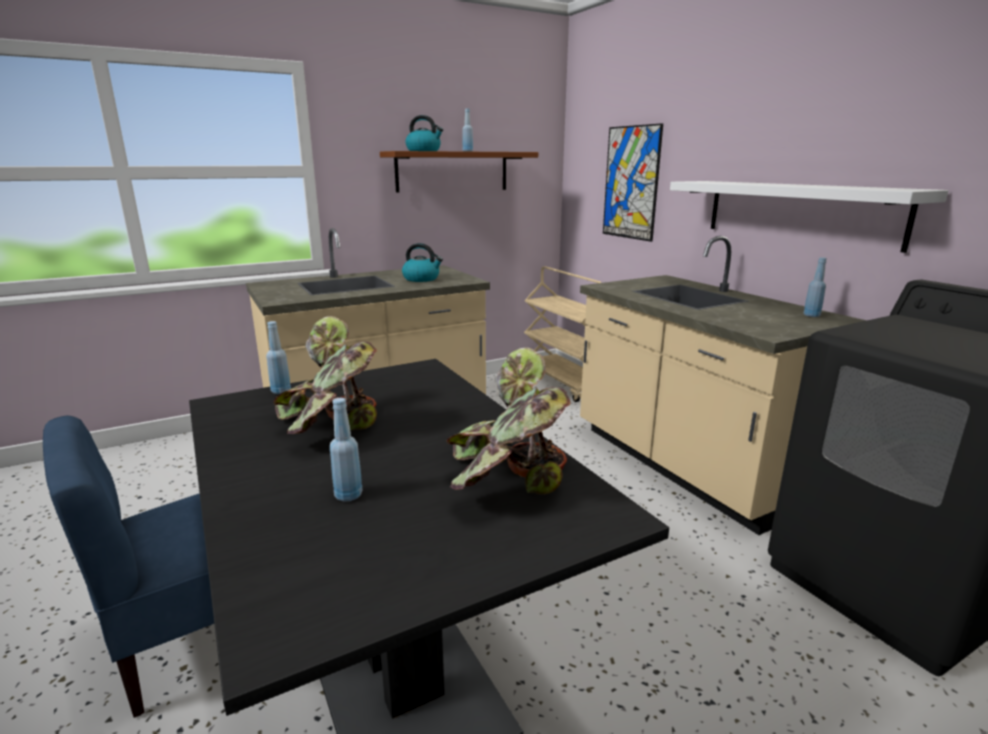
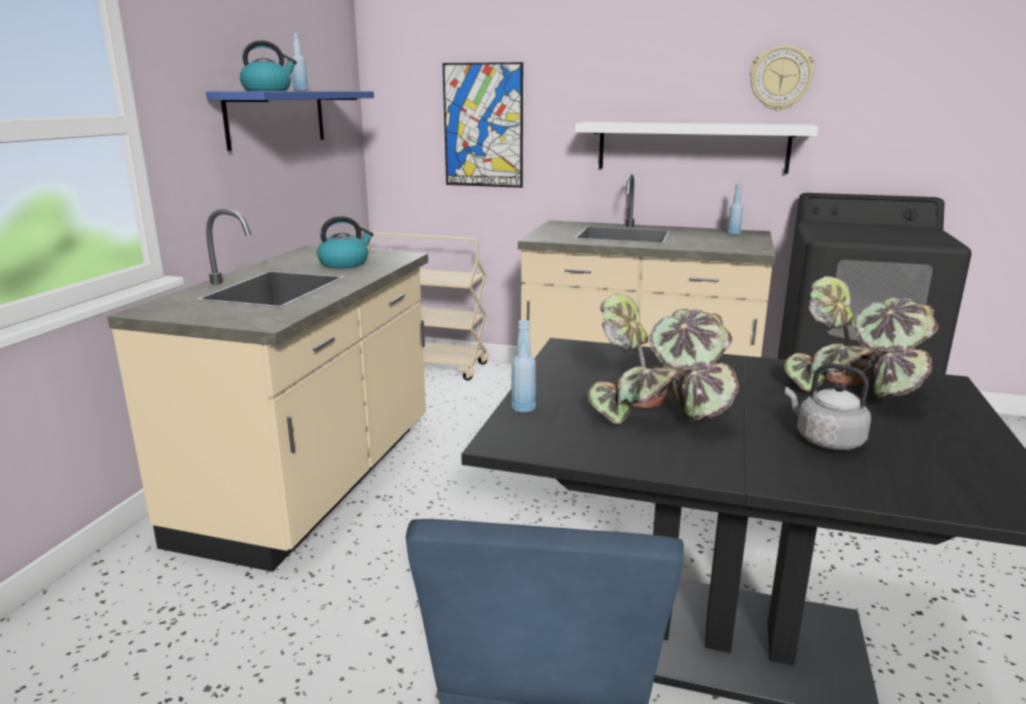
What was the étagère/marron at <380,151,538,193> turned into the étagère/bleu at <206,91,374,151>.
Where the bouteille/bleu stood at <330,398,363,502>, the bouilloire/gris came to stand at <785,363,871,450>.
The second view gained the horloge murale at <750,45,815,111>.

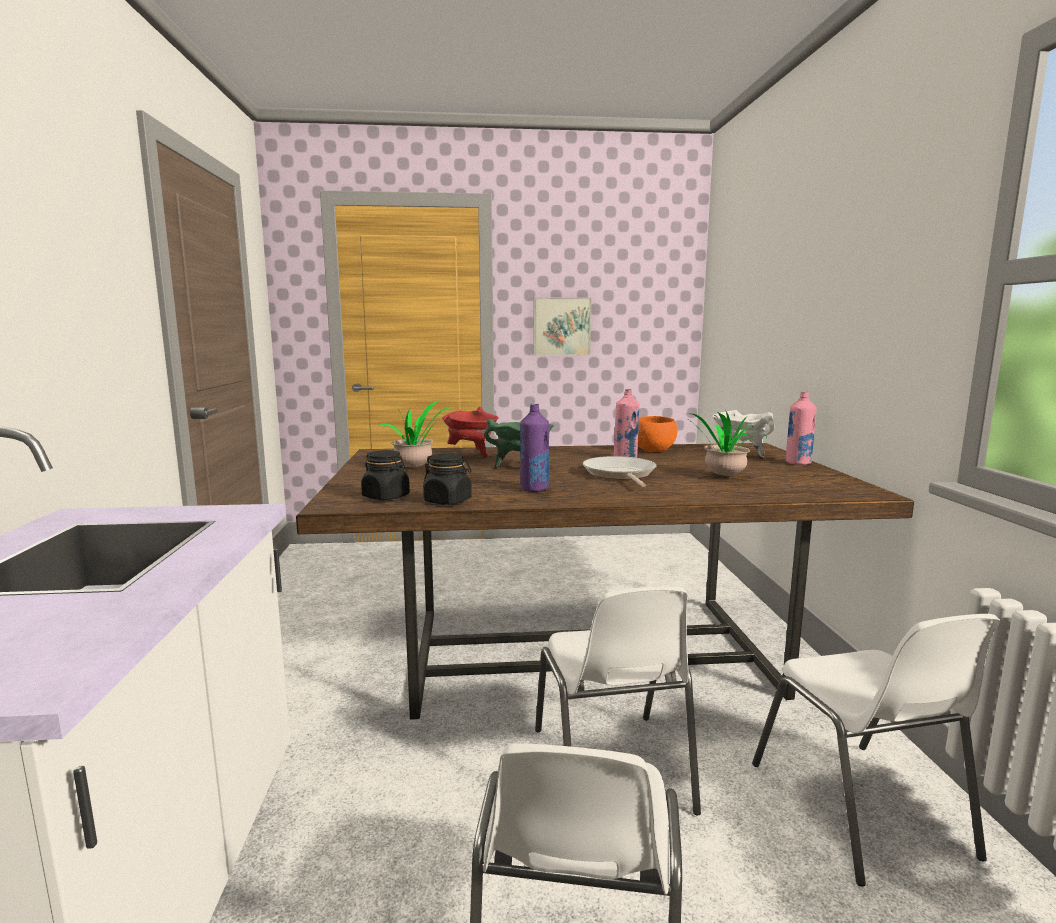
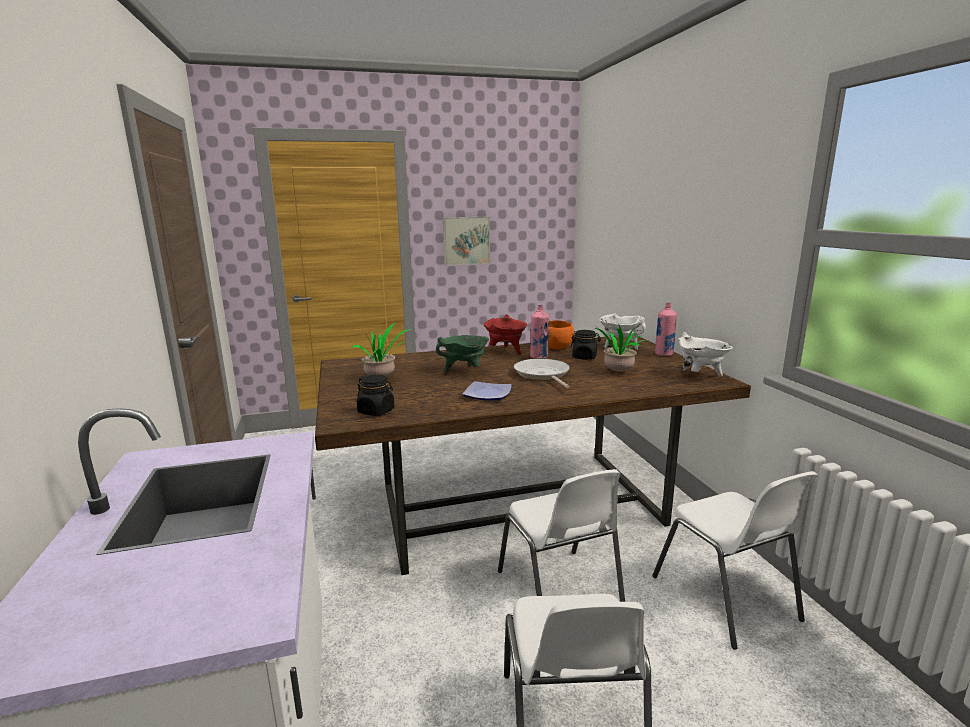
Where the bouteille/violet stood at <520,404,549,492>, the assiette came to stand at <462,381,512,400>.
The marmite/rouge ended up elsewhere, having gone from <442,407,499,457> to <484,314,527,354>.
The bocal/noir ended up elsewhere, having gone from <423,453,472,505> to <570,330,601,360>.
The second view gained the marmite/blanc at <678,332,733,377>.

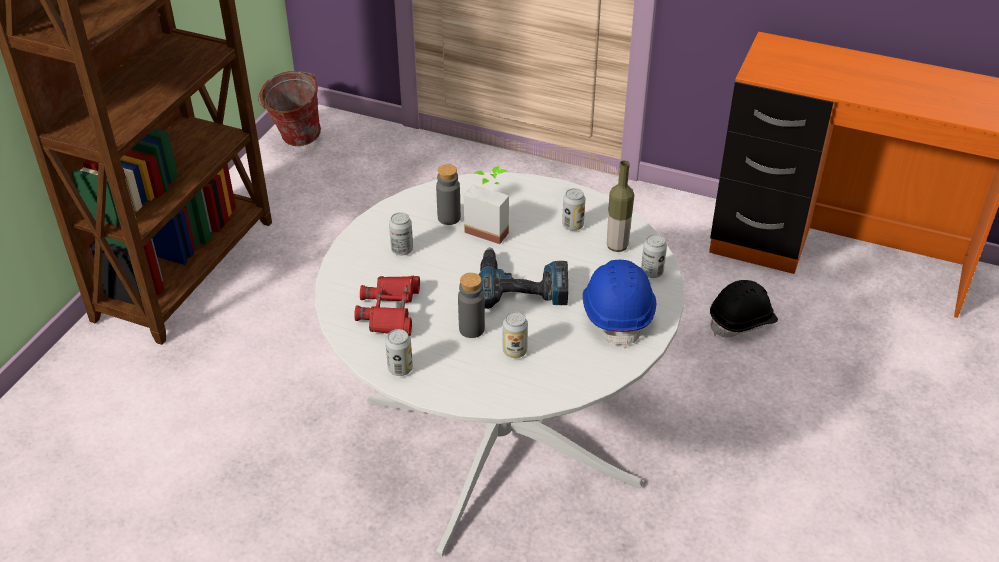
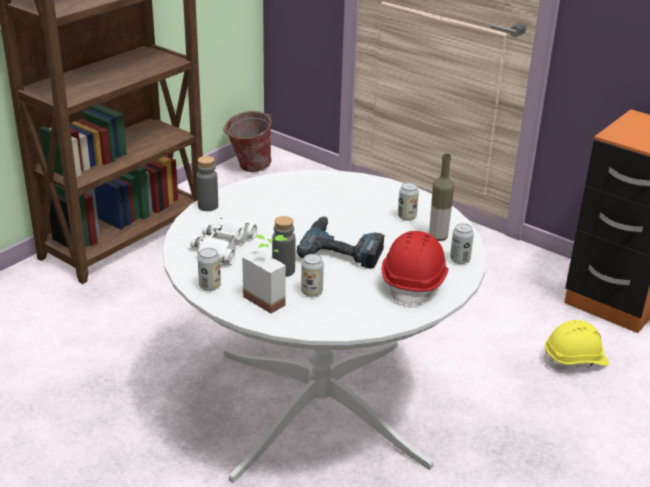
The bouteille/gris ended up elsewhere, having gone from <436,164,461,225> to <196,156,218,211>.
The plante en pot ended up elsewhere, having gone from <464,166,509,244> to <242,235,288,314>.
The second view lost the boîte métallique at <389,212,413,255>.
What was the casque de chantier/bleu at <583,260,656,348> turned into the casque de chantier/rouge at <382,231,449,308>.
What was the jumelles/rouge at <354,276,420,336> turned into the jumelles/blanc at <190,218,257,265>.
What was the casque de chantier/noir at <710,280,778,337> turned into the casque de chantier/jaune at <544,320,609,369>.

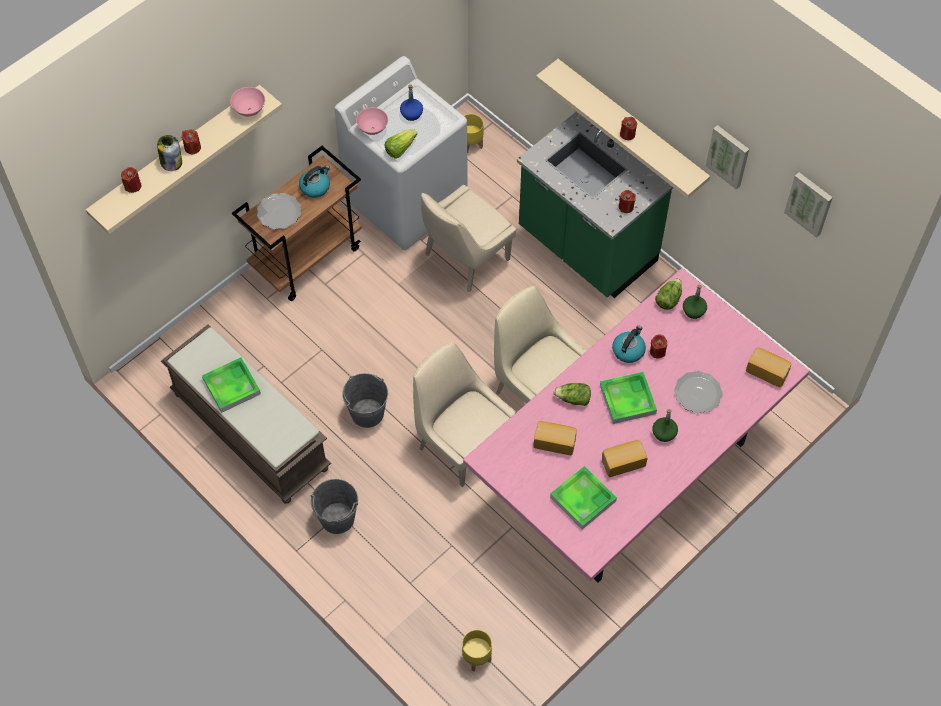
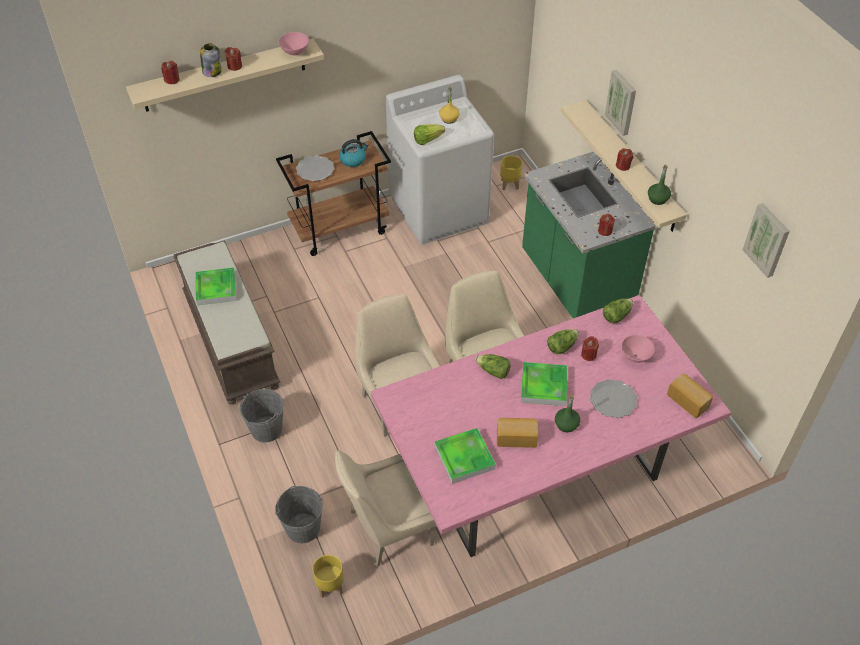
What was the bouteille/bleu at <400,84,423,121> turned into the bouteille/jaune at <439,86,460,124>.
The bol/rose ended up elsewhere, having gone from <356,108,388,135> to <621,335,655,363>.
The tableau ended up elsewhere, having gone from <706,125,749,190> to <605,70,636,136>.
The chaise/beige ended up elsewhere, having gone from <421,185,516,292> to <335,450,436,568>.
The bouteille/vert ended up elsewhere, having gone from <683,284,707,319> to <648,165,671,205>.
Where the bouilloire stood at <612,325,646,363>, the laitue came to stand at <547,329,579,354>.
The seau/gris ended up elsewhere, having gone from <342,373,388,428> to <275,486,323,543>.
The second view lost the pain at <533,421,577,455>.

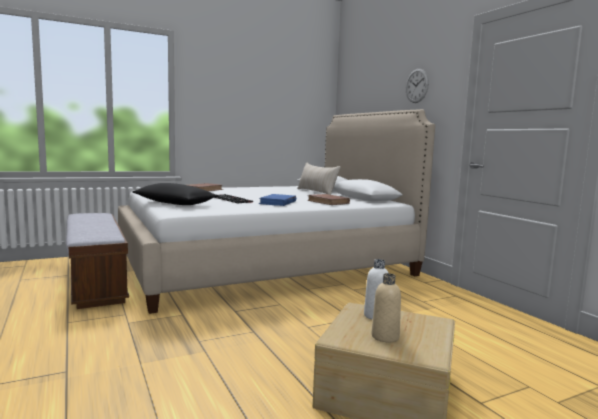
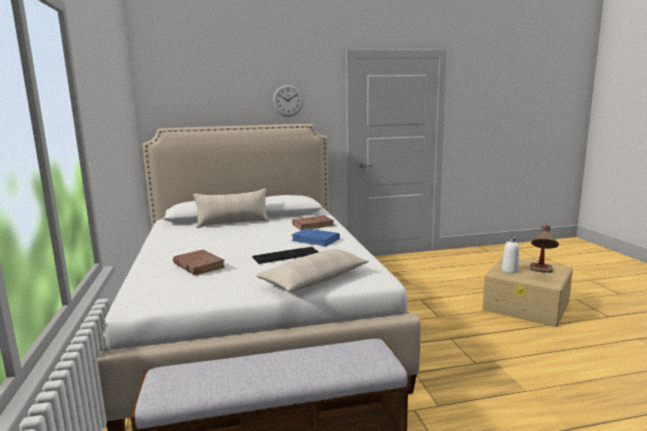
What was the coussin/noir at <132,183,218,205> turned into the coussin/beige at <256,249,369,291>.
Where the bouteille/beige stood at <372,273,401,342>, the lampe de table came to stand at <530,225,559,273>.

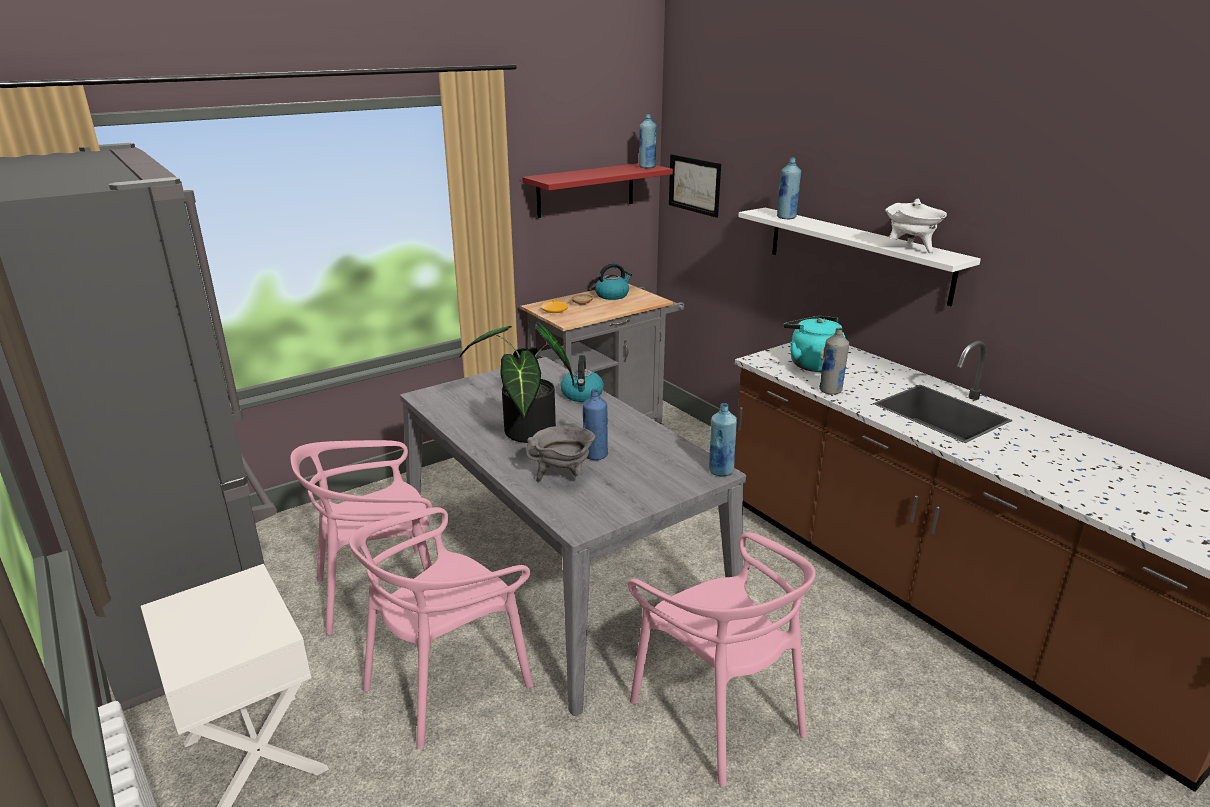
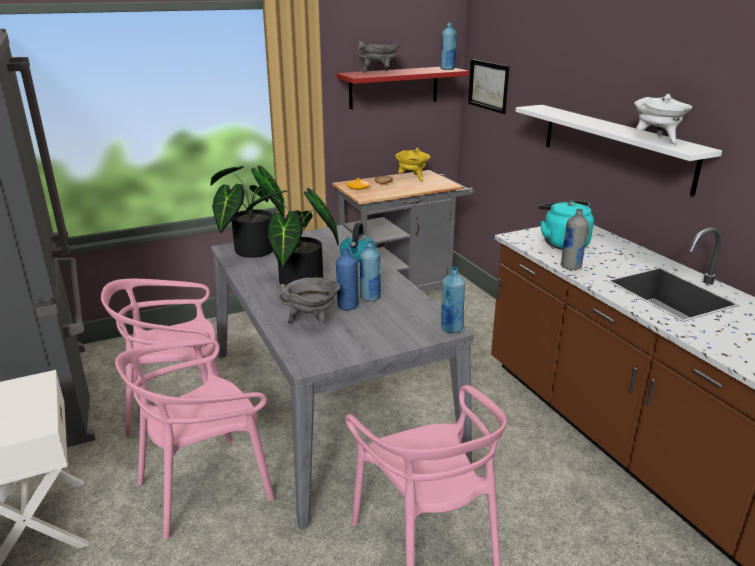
The bouteille/bleu ended up elsewhere, having gone from <777,157,801,219> to <360,241,381,301>.
Where the bouilloire stood at <595,264,632,300>, the marmite/jaune came to stand at <395,147,430,182>.
The second view gained the marmite/gris at <357,41,400,73>.
The second view gained the plante en pot at <210,165,285,258>.

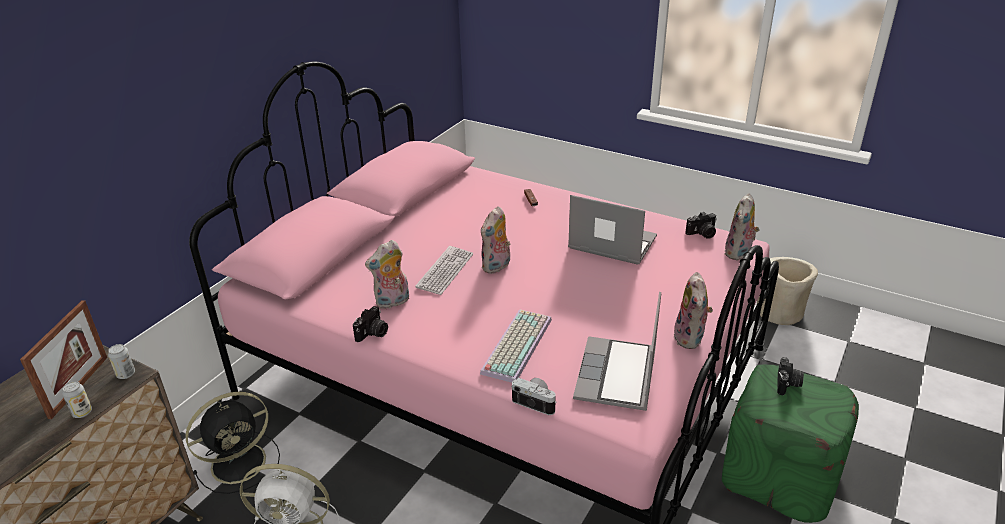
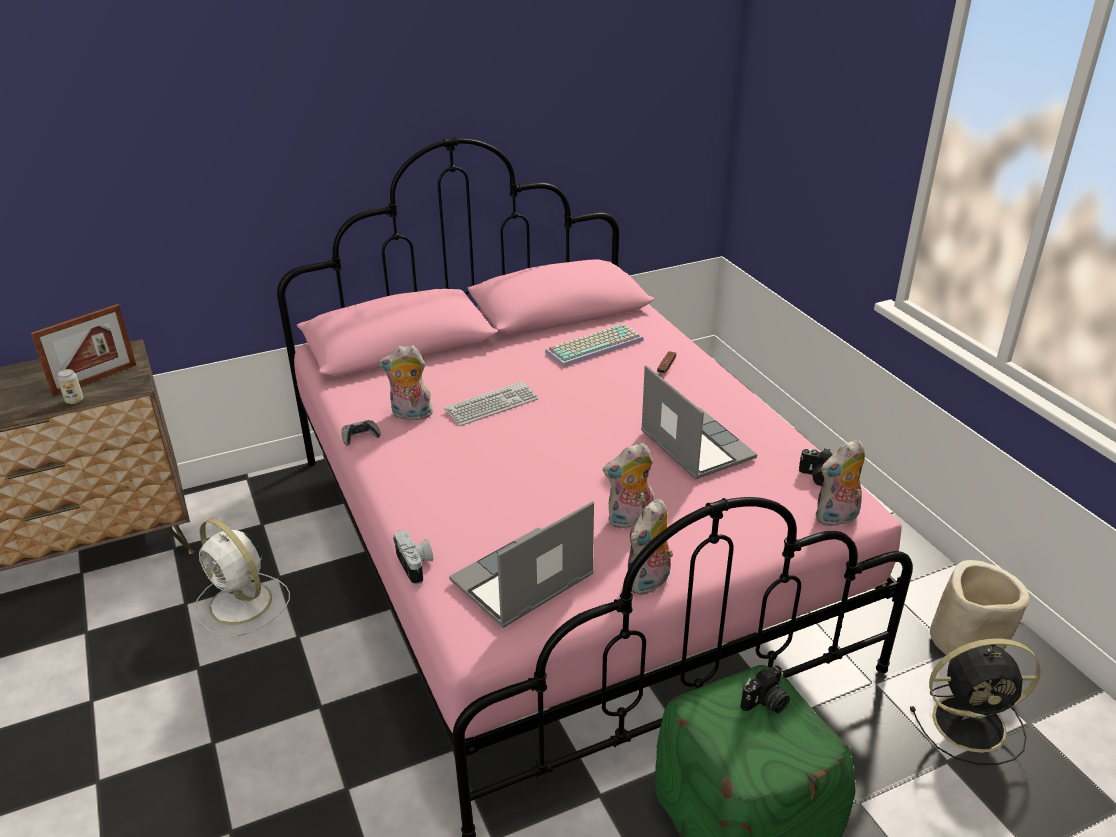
The peluche ended up elsewhere, having gone from <481,206,510,274> to <603,443,654,529>.
Where the appareil photo stood at <353,306,388,342>, the manette/gris came to stand at <341,420,381,445>.
The clavier ended up elsewhere, having gone from <480,309,552,382> to <545,324,644,367>.
The second view lost the boîte métallique at <108,344,135,379>.
The ventilateur/noir ended up elsewhere, having gone from <186,392,280,494> to <910,638,1041,765>.

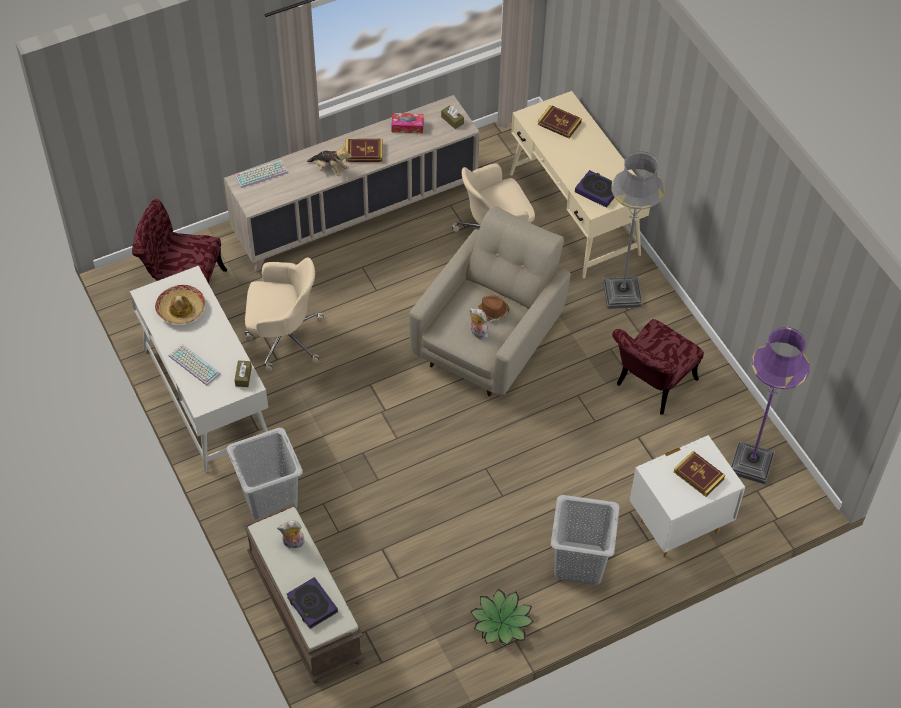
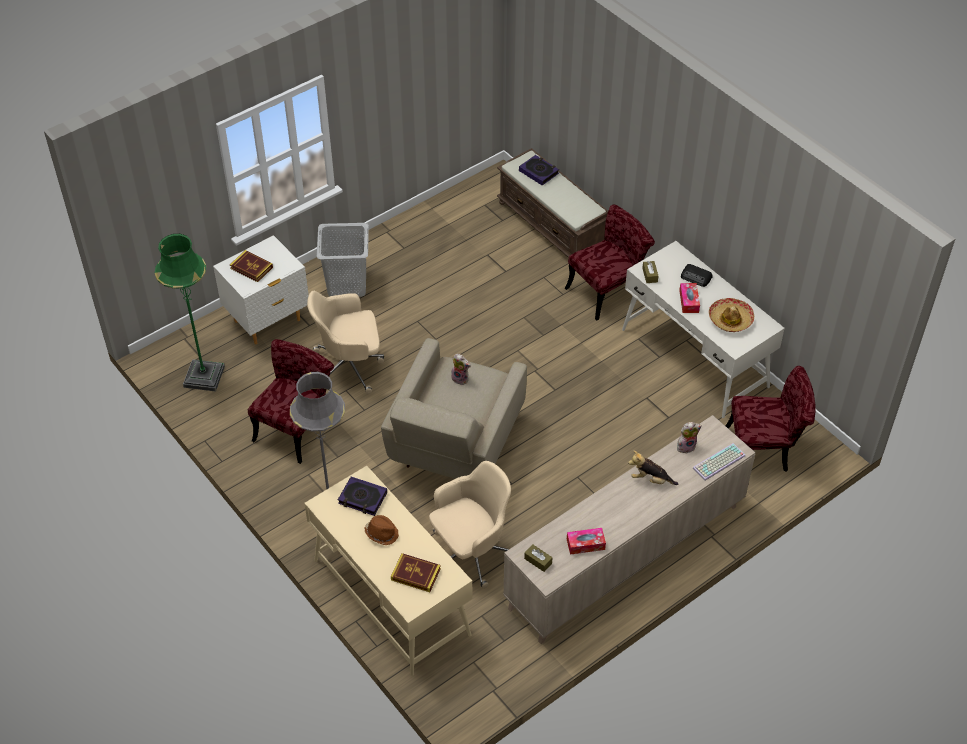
The second view lost the livre at <346,139,382,162>.
The chaise de bureau/beige ended up elsewhere, having gone from <245,257,324,372> to <307,291,384,394>.
The chapeau/marron ended up elsewhere, having gone from <478,295,509,321> to <364,515,399,545>.
What was the lampadaire/violet at <731,327,810,484> turned into the lampadaire/vert at <155,234,225,392>.
Where the clavier stood at <169,344,221,386>, the radio came to stand at <681,264,713,287>.
Where the panier à linge/gris stood at <227,428,303,520>, the chaise/rouge came to stand at <565,204,655,320>.
The peluche ended up elsewhere, having gone from <277,521,305,548> to <677,422,702,453>.
The second view lost the plante en pot at <470,589,534,646>.
The second view gained the boîte à mouchoirs at <679,283,700,313>.

